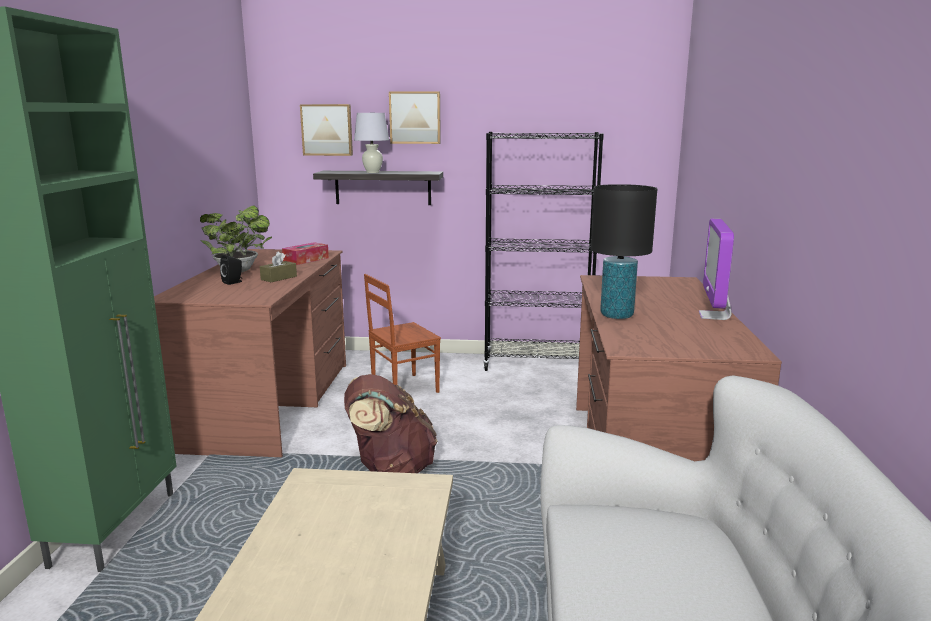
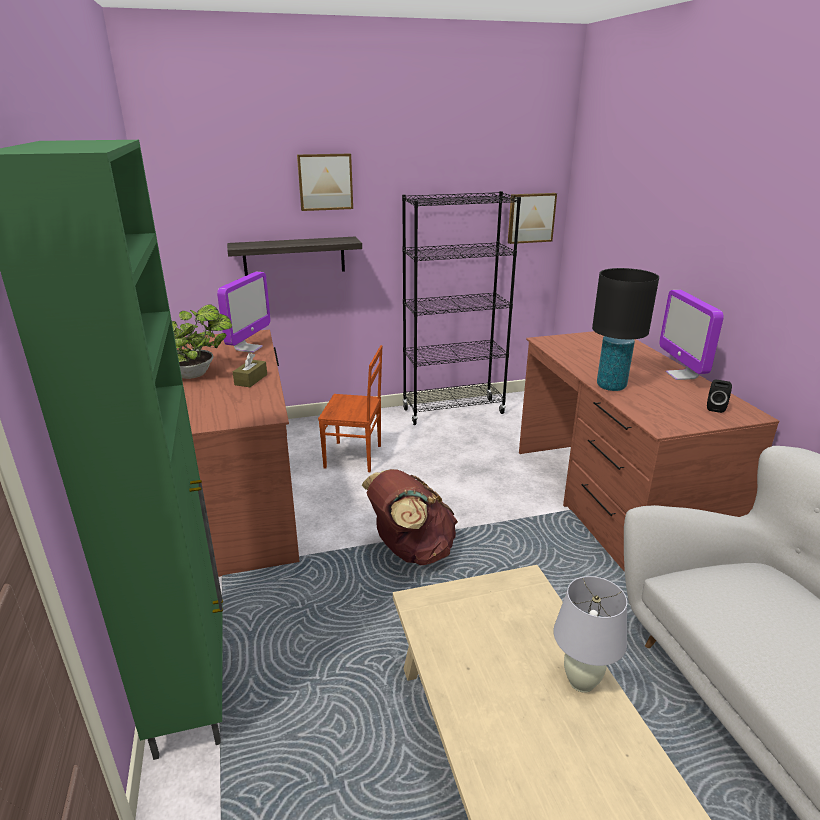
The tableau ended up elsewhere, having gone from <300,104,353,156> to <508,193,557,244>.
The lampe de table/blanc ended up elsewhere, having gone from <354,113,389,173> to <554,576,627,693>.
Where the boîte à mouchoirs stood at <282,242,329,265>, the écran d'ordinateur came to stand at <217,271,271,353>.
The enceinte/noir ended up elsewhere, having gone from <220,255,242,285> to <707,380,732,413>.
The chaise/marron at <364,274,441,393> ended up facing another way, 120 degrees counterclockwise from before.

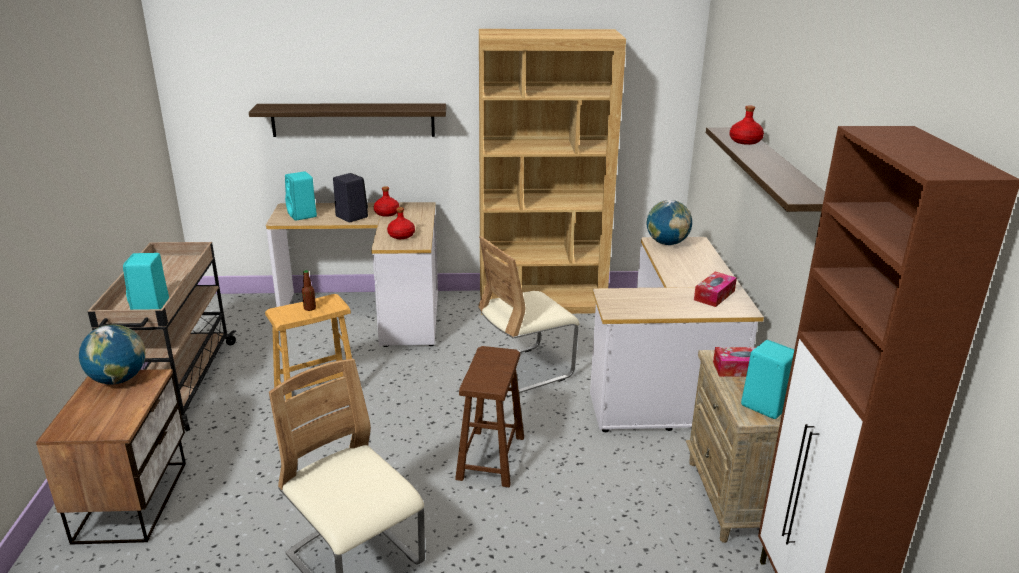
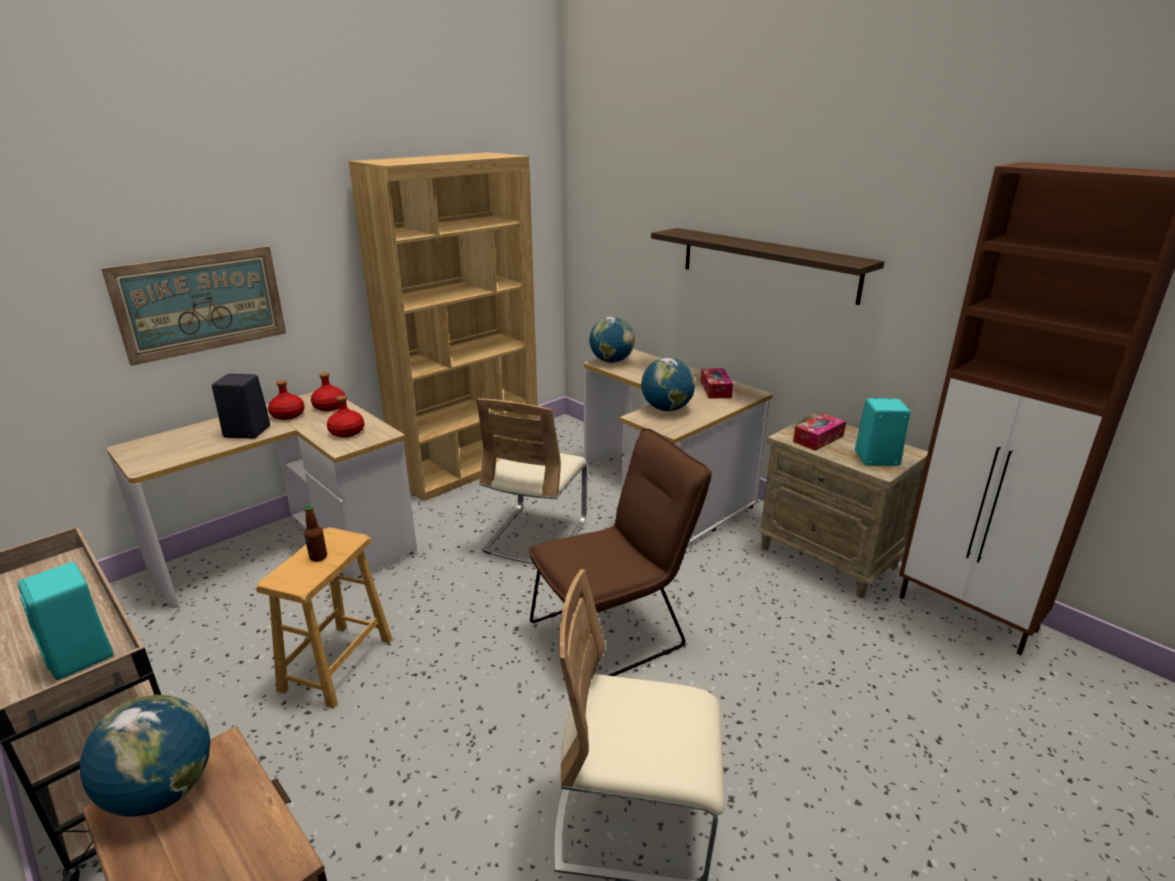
Where the étagère hung at <249,104,446,137>, the tableau came to hang at <101,246,286,366>.
The bouteille/rouge ended up elsewhere, having gone from <729,105,764,145> to <311,372,345,411>.
The second view lost the enceinte/turquoise at <285,171,317,221>.
Where the tabouret/marron stood at <455,346,524,487>, the chaise/marron came to stand at <529,428,712,676>.
The second view gained the globe at <641,357,696,411>.

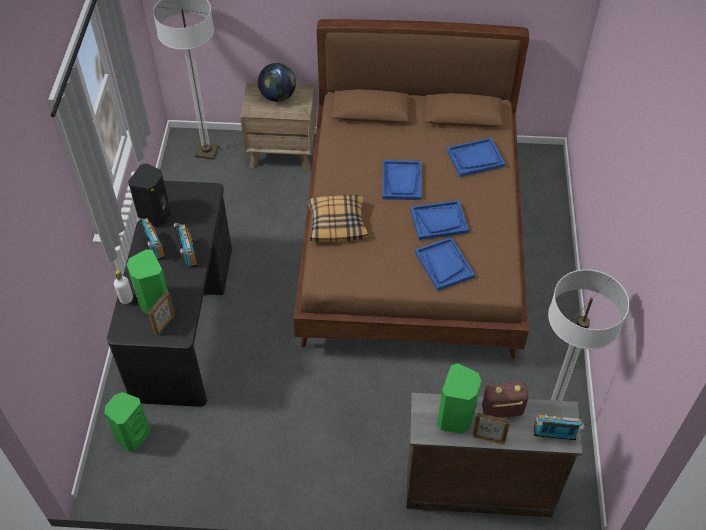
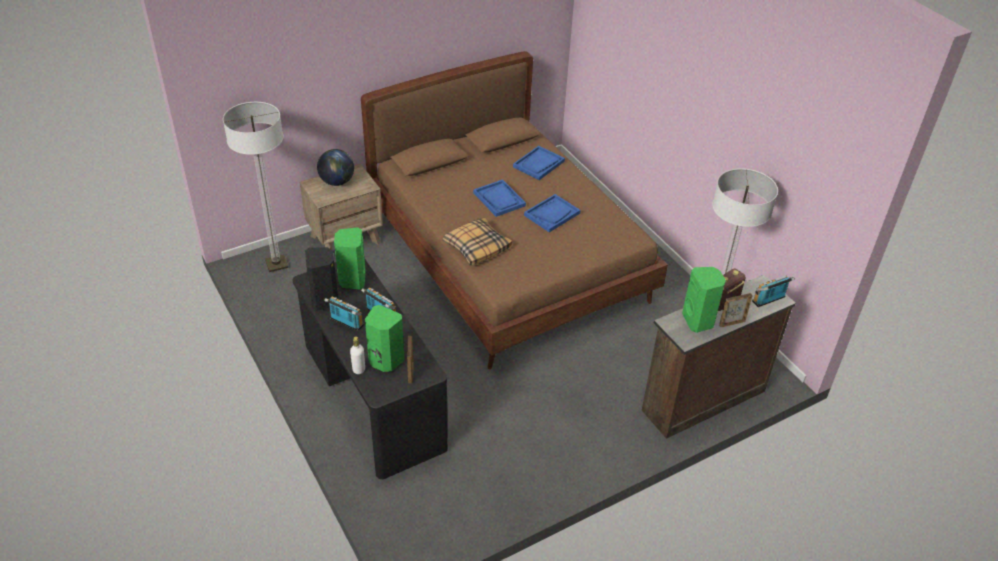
The second view lost the plateau/bleu at <415,237,475,291>.
The enceinte/vert ended up elsewhere, having gone from <105,392,151,452> to <334,227,366,289>.

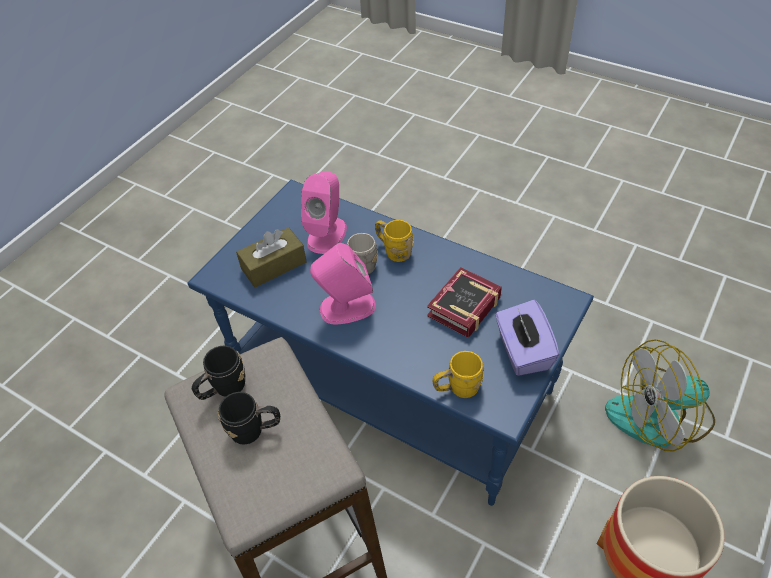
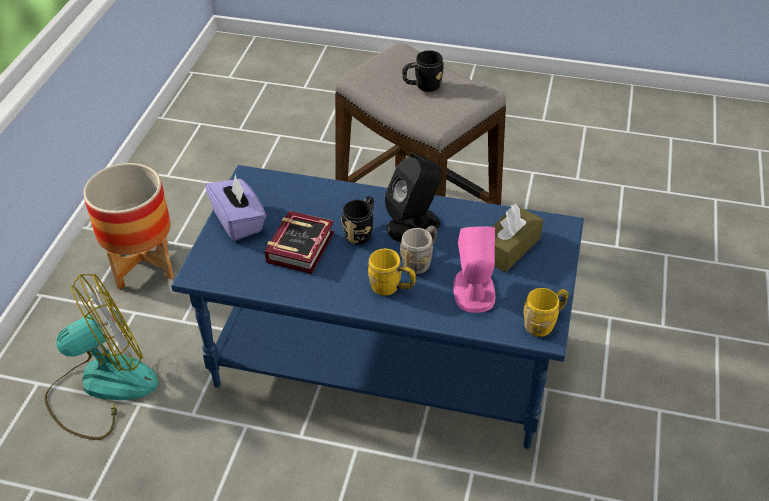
What was the enceinte/rose at <310,243,376,325> turned into the enceinte/noir at <385,157,442,242>.
The mug/noir ended up elsewhere, having gone from <192,345,246,400> to <341,196,374,245>.
The mug/jaune ended up elsewhere, having gone from <433,351,484,398> to <523,288,569,337>.

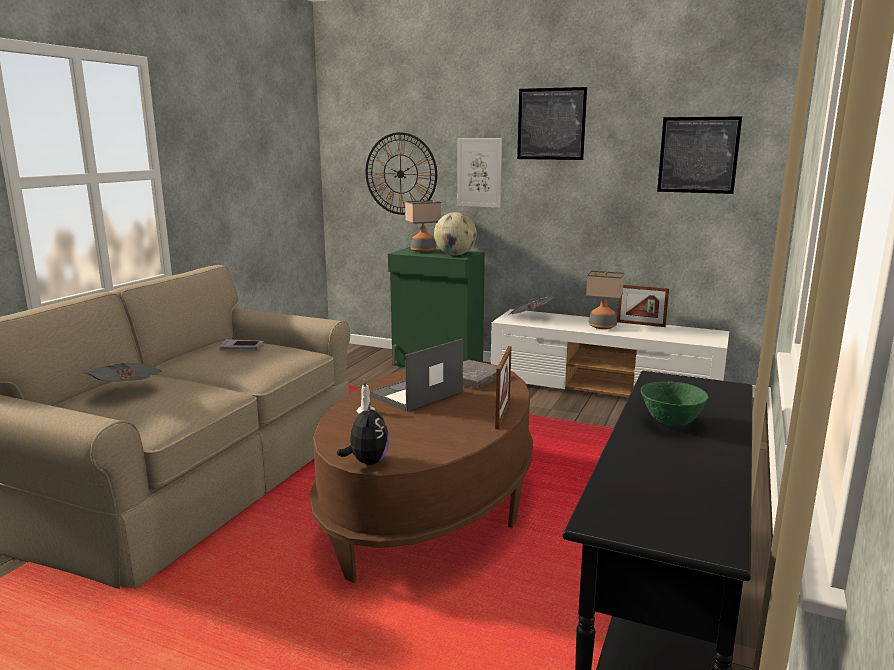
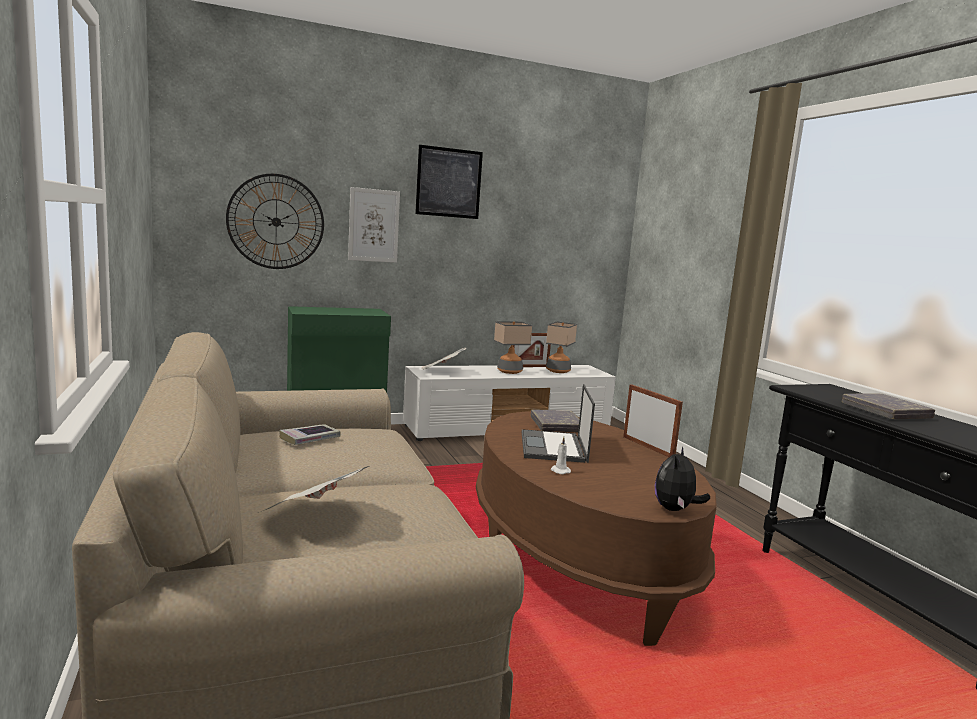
The second view lost the tableau at <657,116,742,194>.
The lampe de table ended up elsewhere, having gone from <405,200,441,252> to <546,321,577,373>.
The second view lost the globe at <434,212,477,255>.
Where the bol/vert stood at <641,382,708,426>, the livre/gris came to stand at <842,394,935,419>.
The peluche at <337,401,389,465> ended up facing another way, 105 degrees counterclockwise from before.

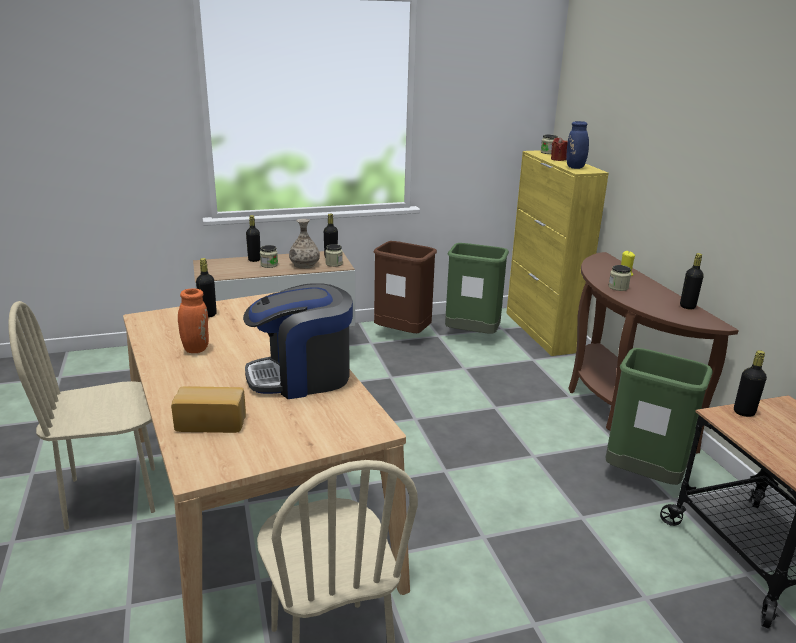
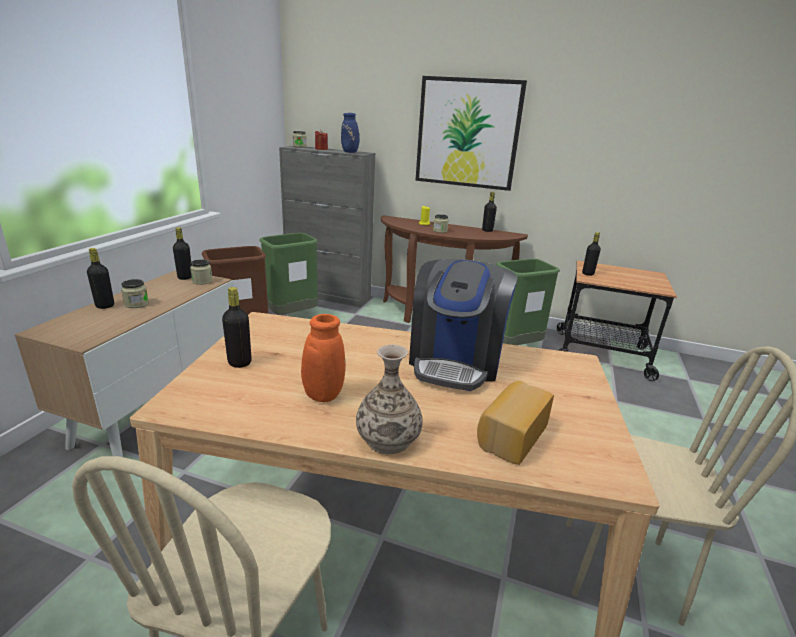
What was the meuble de rangement/jaune at <506,150,609,356> turned into the meuble de rangement/gris at <279,146,375,307>.
The vase ended up elsewhere, having gone from <289,219,320,269> to <356,345,423,454>.
The second view gained the tableau at <415,76,527,191>.

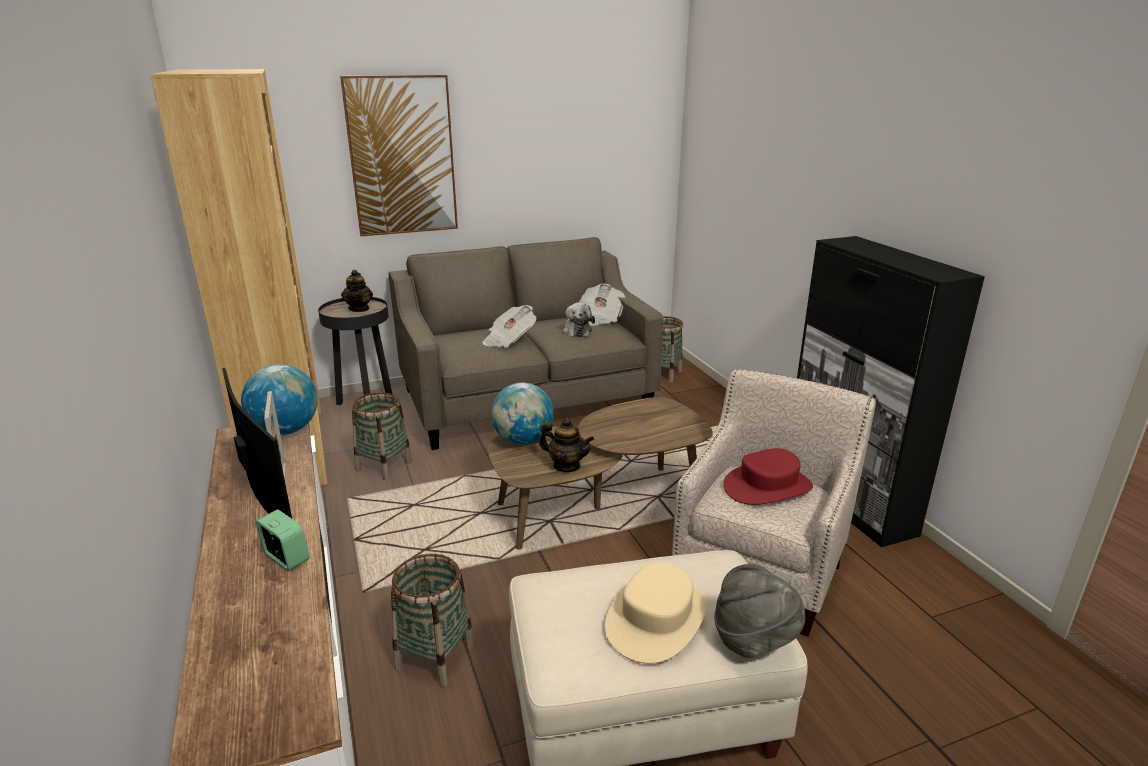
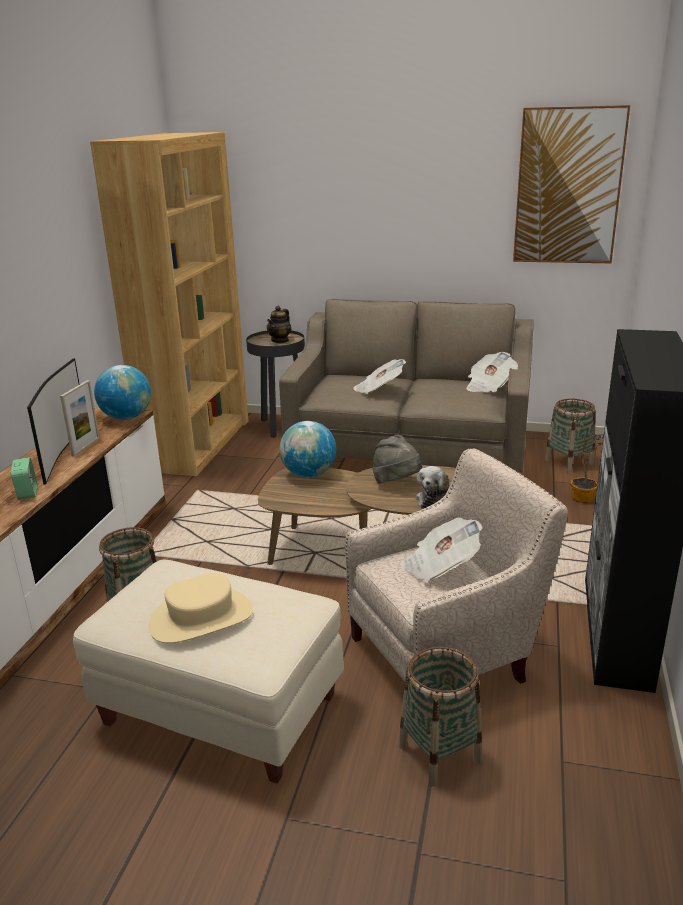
The tableau ended up elsewhere, having gone from <340,75,458,236> to <513,105,630,263>.
The peluche ended up elsewhere, having gone from <562,303,595,337> to <416,466,450,509>.
The panier ended up elsewhere, having gone from <352,392,412,480> to <399,646,482,786>.
The second view lost the théière at <539,418,594,472>.
Where the chapeau/rouge stood at <723,448,813,505>, the journal came to stand at <400,517,483,583>.
The chapeau/gris ended up elsewhere, having gone from <714,564,805,658> to <372,435,422,484>.
The second view gained the plante en pot at <570,417,604,503>.

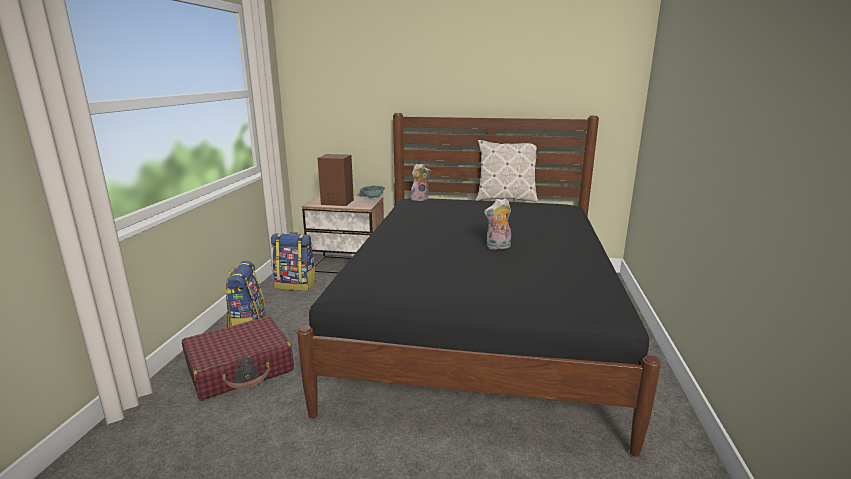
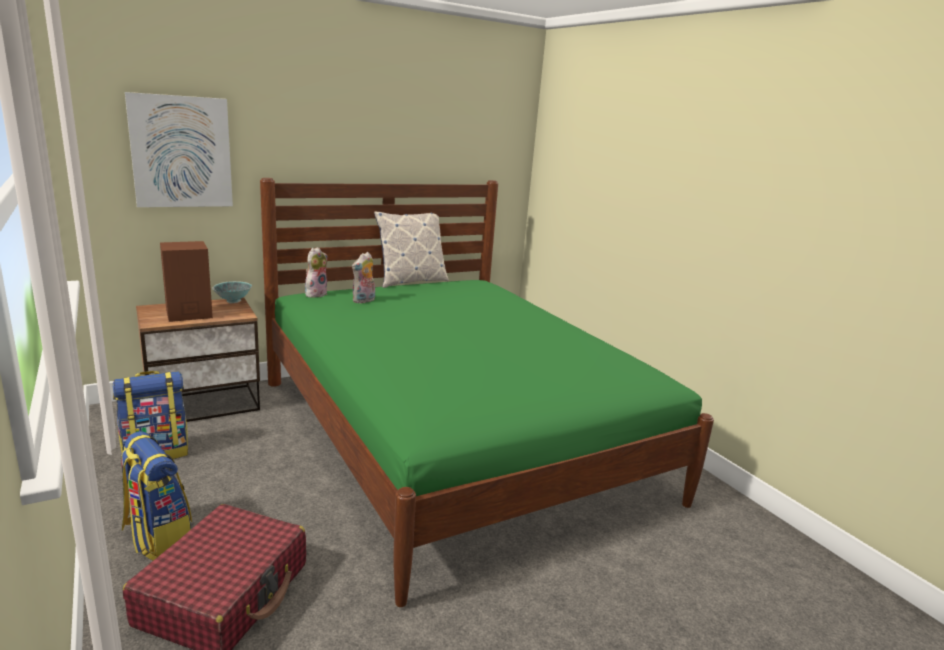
What was the lit/noir at <297,113,661,457> turned into the lit/vert at <260,178,714,607>.
The peluche ended up elsewhere, having gone from <484,198,511,250> to <352,252,375,303>.
The second view gained the tableau at <125,92,233,207>.

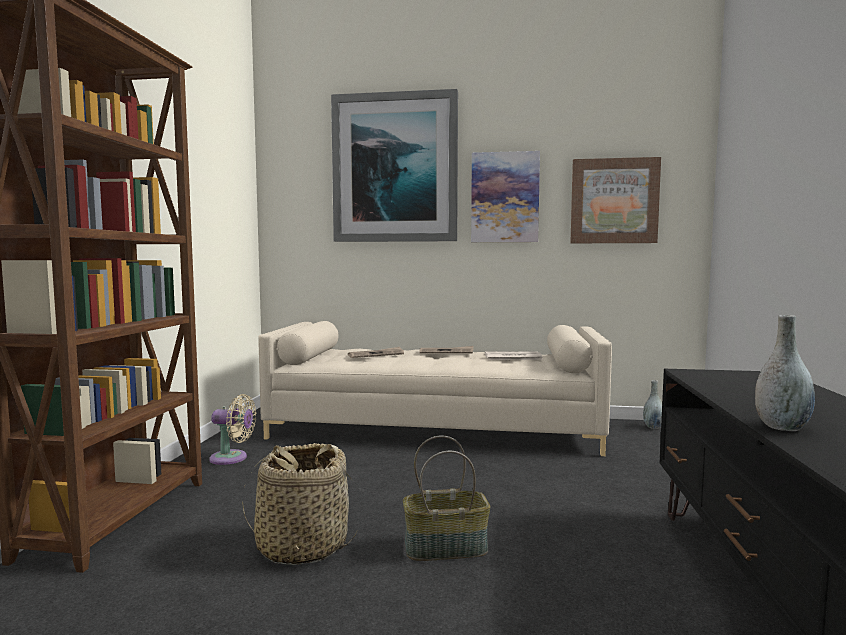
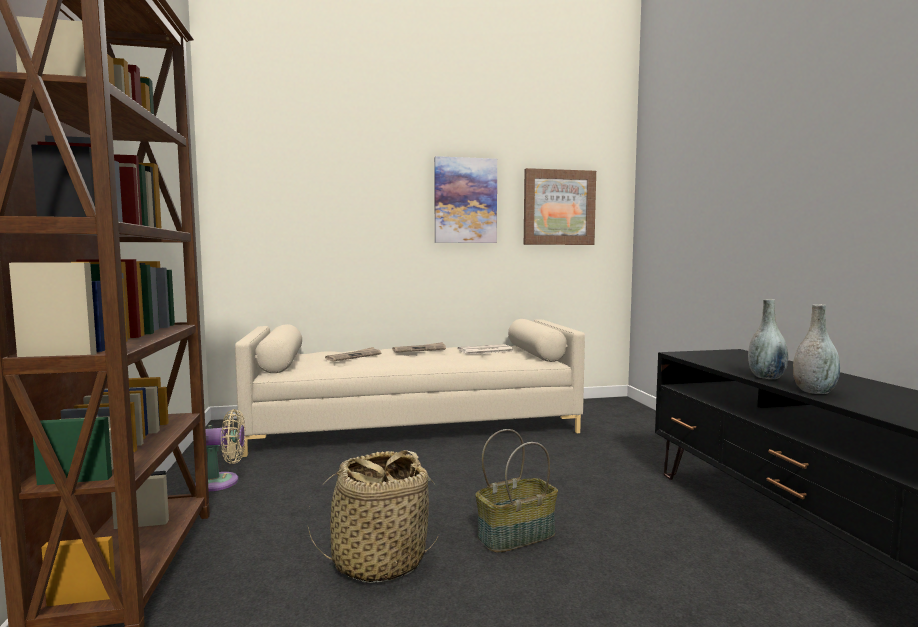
The second view lost the tableau at <331,89,458,242>.
The vase/gris ended up elsewhere, having gone from <643,380,662,429> to <748,299,788,379>.

